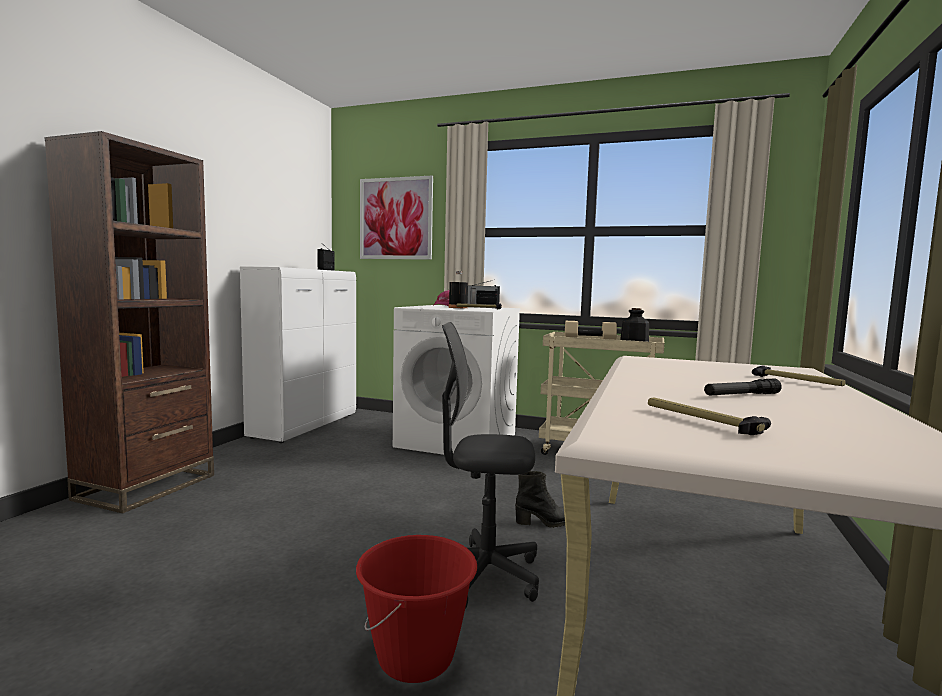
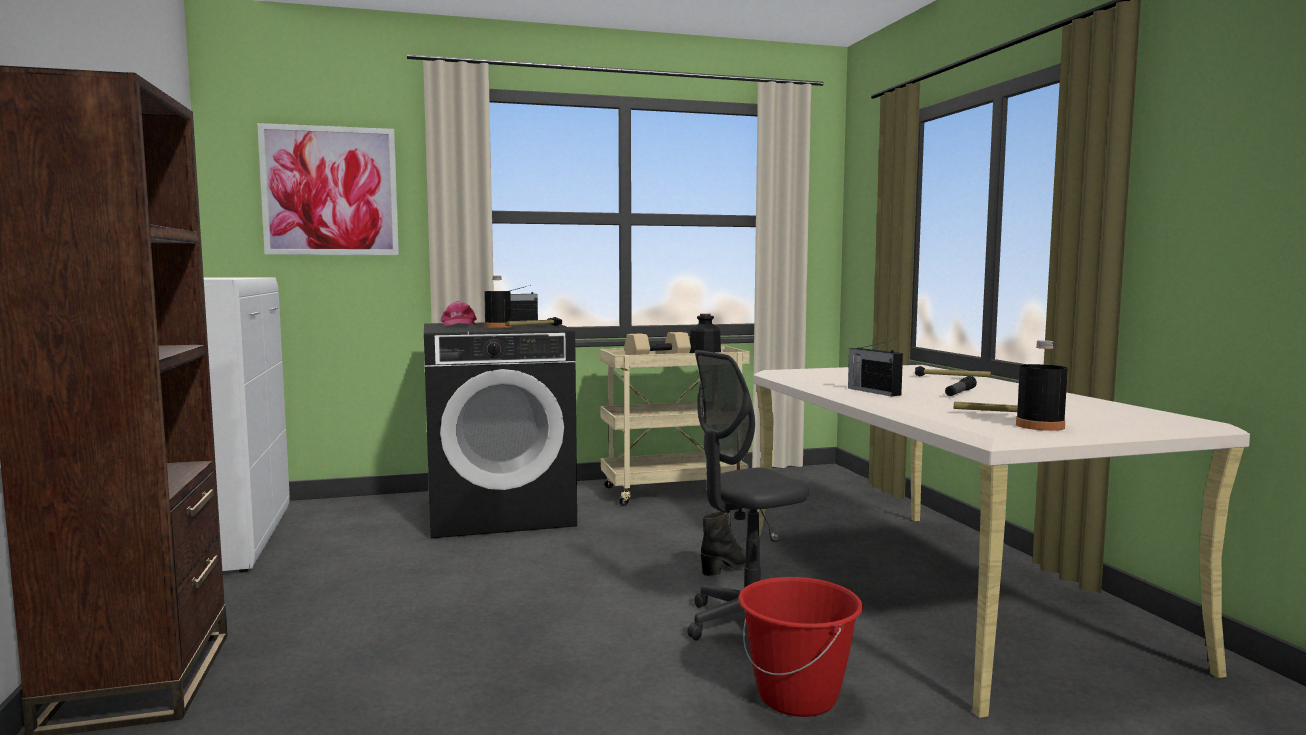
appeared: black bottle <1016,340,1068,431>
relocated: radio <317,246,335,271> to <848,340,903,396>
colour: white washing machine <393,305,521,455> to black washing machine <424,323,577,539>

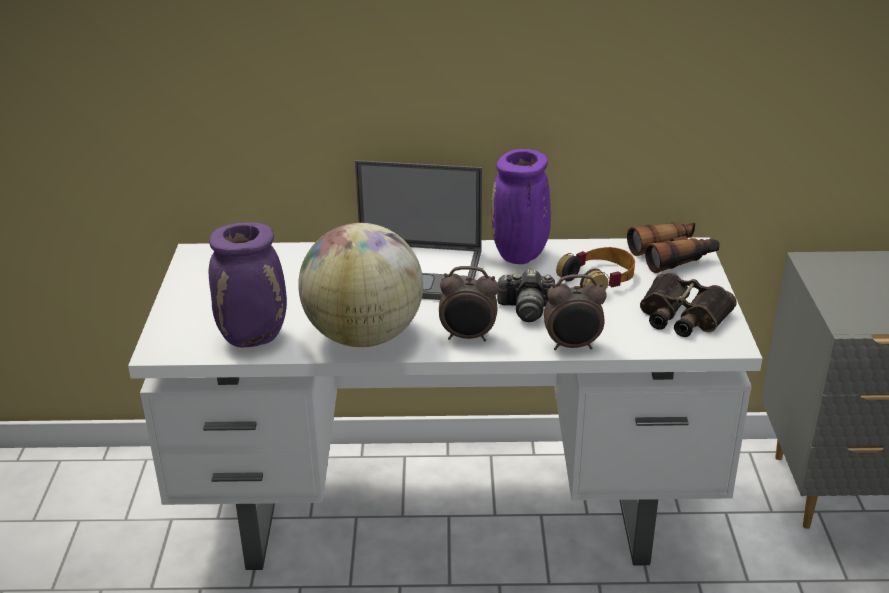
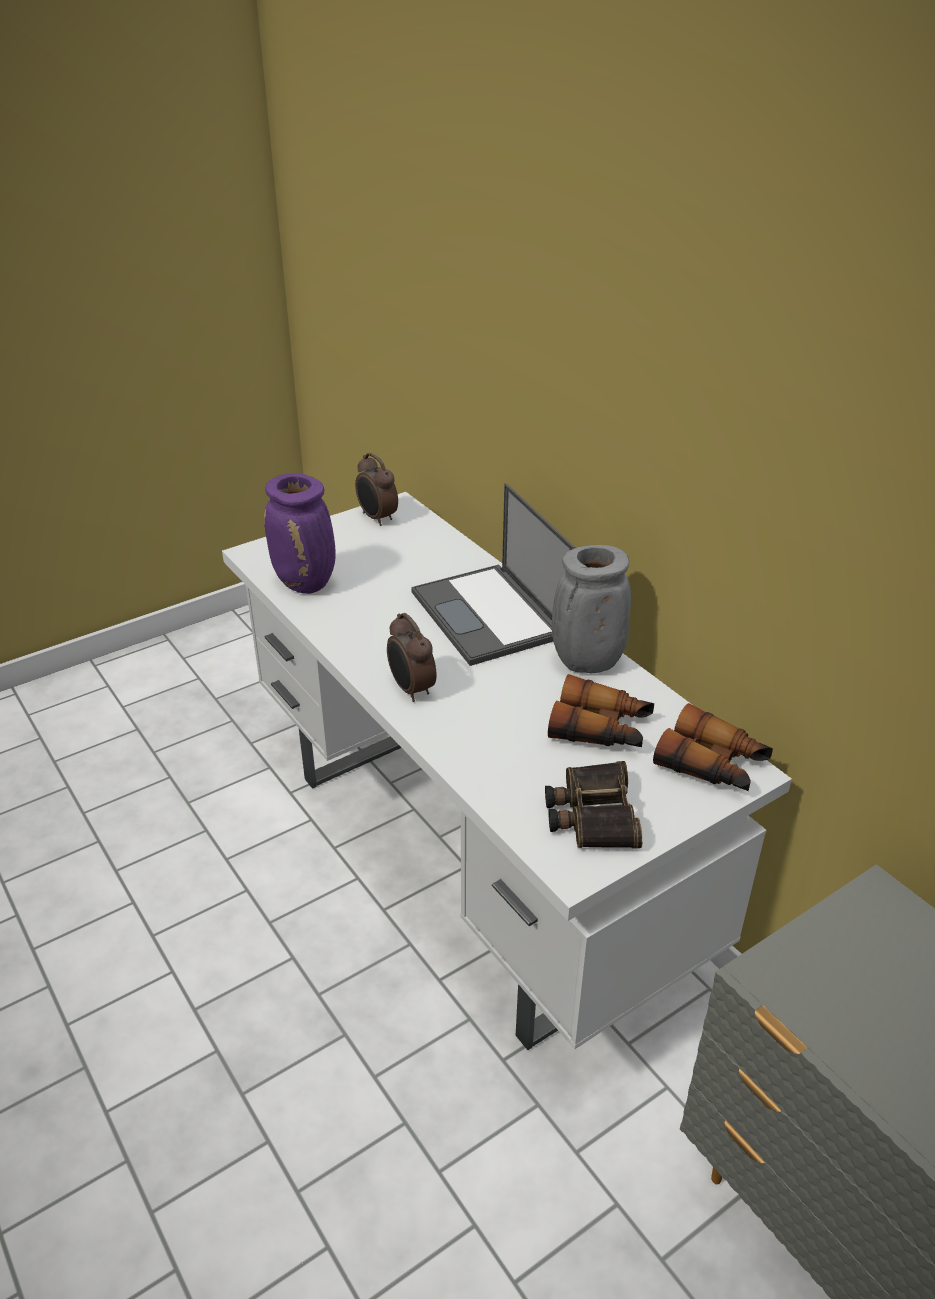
missing: globe <298,223,423,347>; photo camera <497,269,555,322>
relocated: alarm clock <544,274,607,350> to <355,453,398,526>
exchanged: headphones <556,247,635,290> to binoculars <548,674,654,747>
colour: purple vase <491,149,551,264> to grey vase <552,545,631,673>

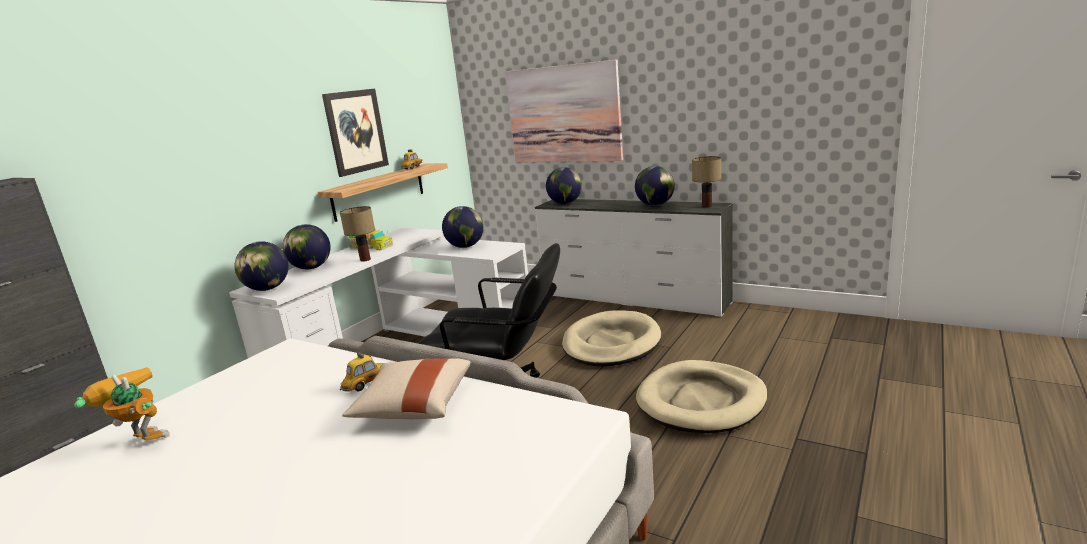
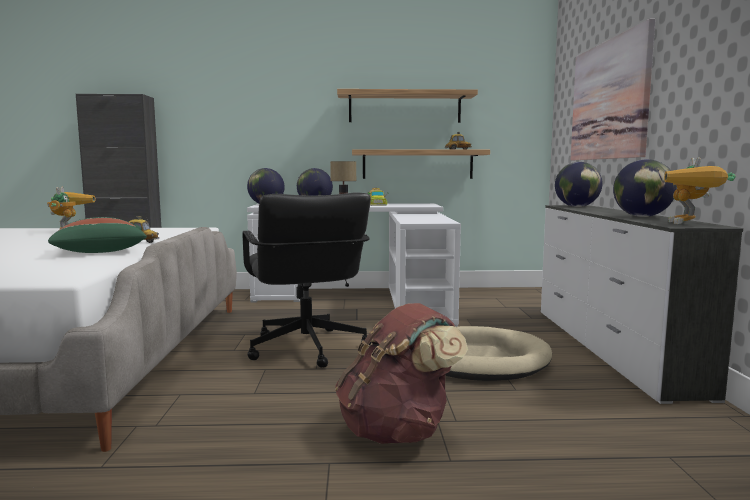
missing: globe <442,206,484,248>
exchanged: picture <322,89,389,177> to shelf <337,89,478,123>; beige dog bed <636,360,767,433> to brown backpack <335,303,468,444>; table lamp <692,156,721,208> to toy robot <664,157,736,224>
colour: beige pillow <342,358,471,419> to green pillow <48,217,147,253>

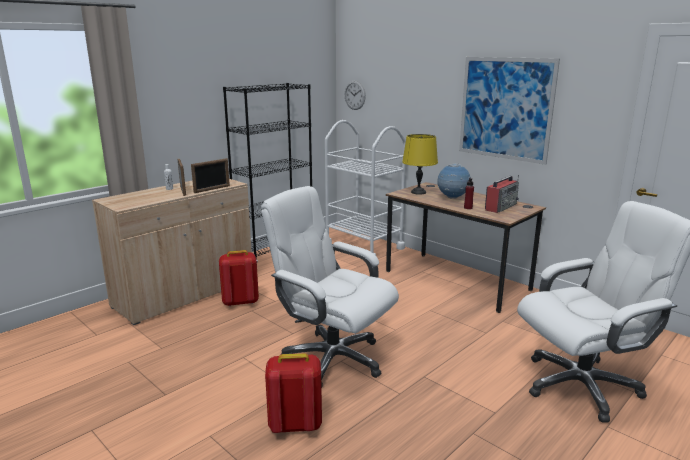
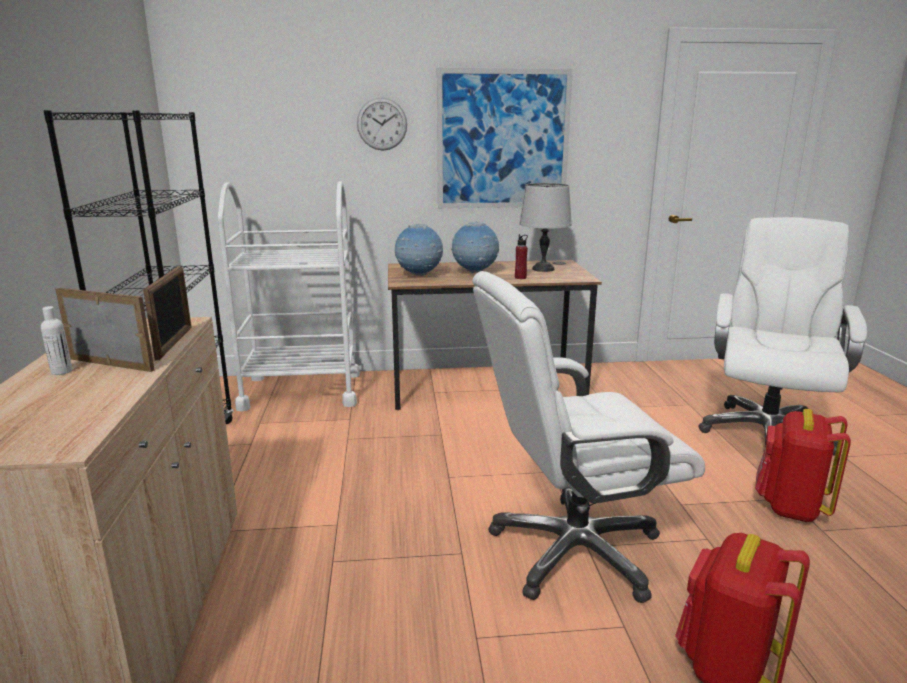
relocated: red backpack <219,250,259,306> to <755,409,851,522>; wall clock <345,81,366,110> to <357,98,407,150>
exchanged: yellow table lamp <402,134,438,195> to globe <395,224,443,276>; radio <485,175,519,213> to grey table lamp <519,183,572,272>

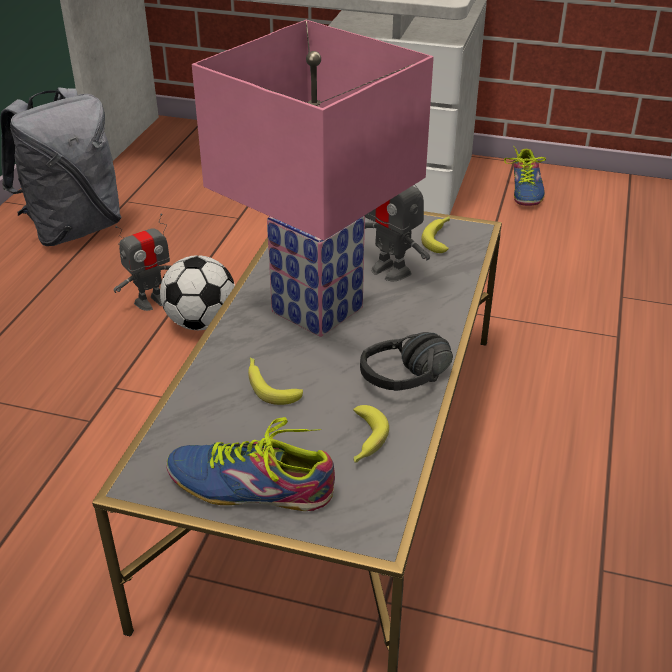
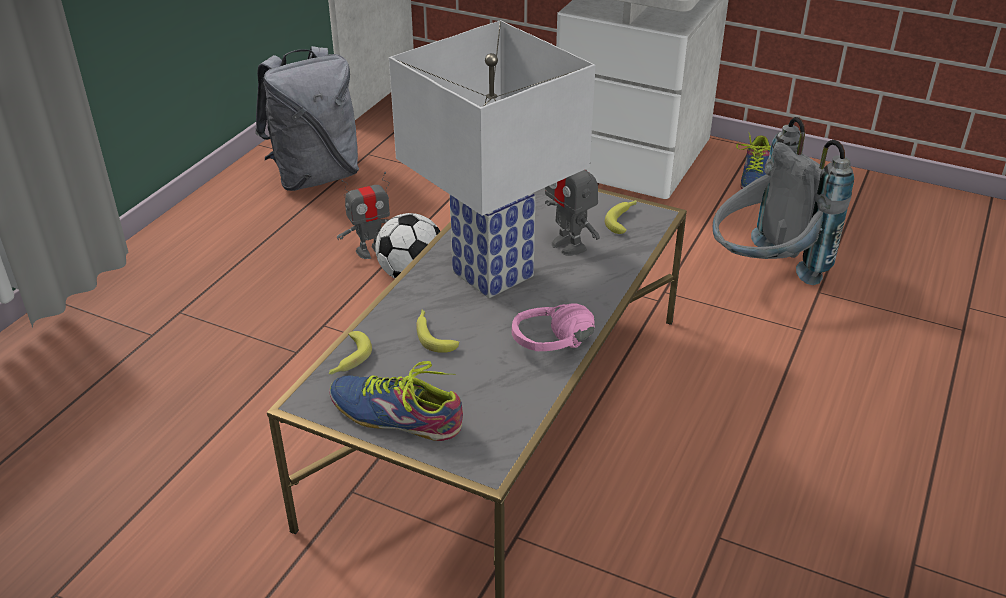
appeared: grey backpack <713,117,854,285>
relocated: banana <353,405,389,463> to <329,331,372,375>
colour: pink table lamp <192,20,434,337> to white table lamp <389,20,596,298>; black headphones <360,332,453,391> to pink headphones <512,303,595,351>

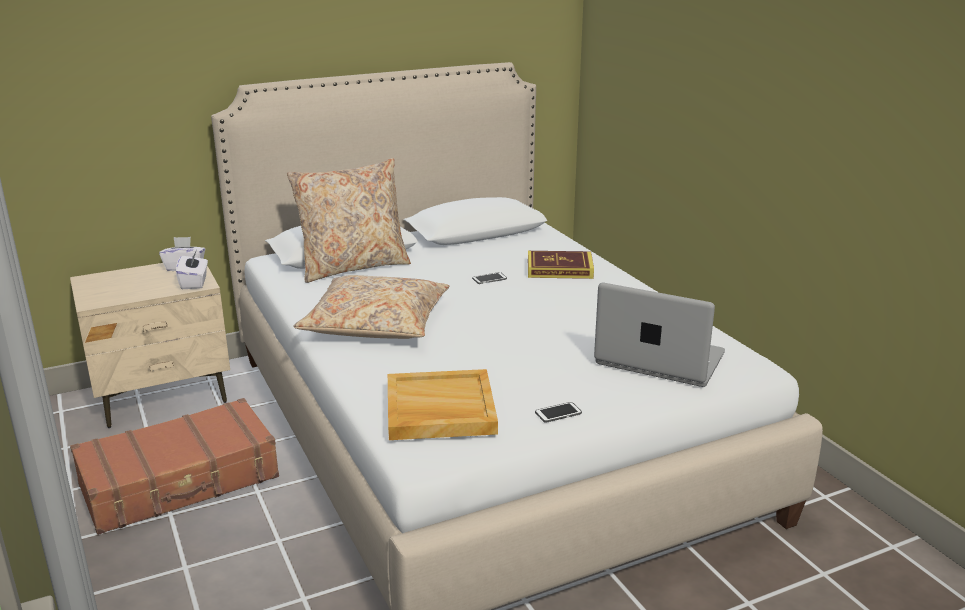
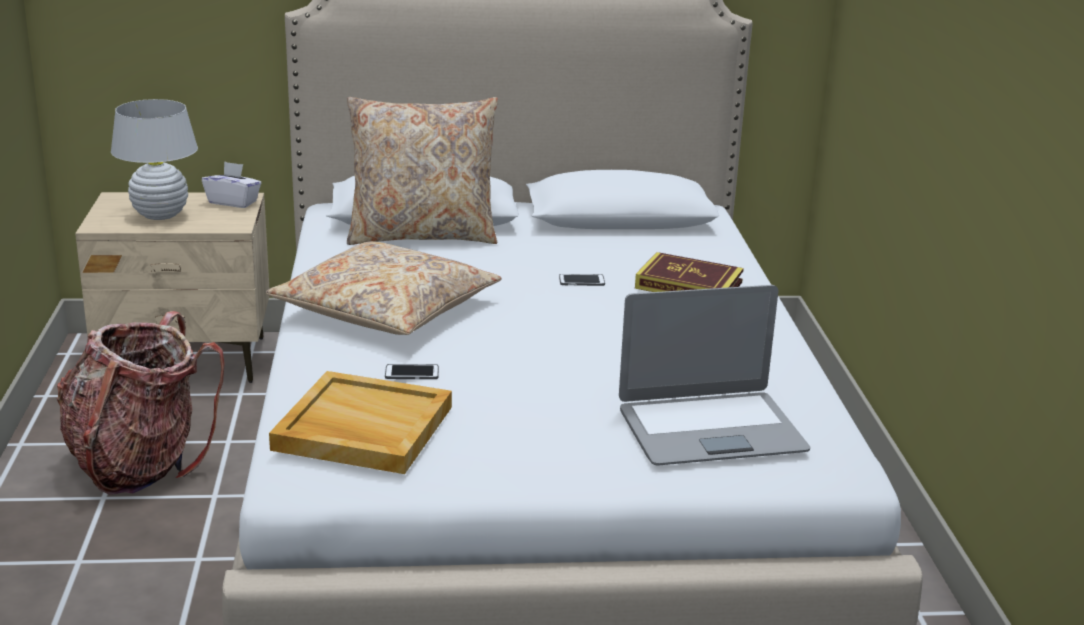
missing: white tissue box <176,251,208,289>
appeared: white table lamp <111,99,198,220>
relocated: phone <535,402,582,423> to <385,364,439,379>
exchanged: brown suitcase <70,398,279,535> to backpack <57,311,225,495>
spun: laptop <594,282,725,387> = <619,285,810,465> 120 degrees clockwise

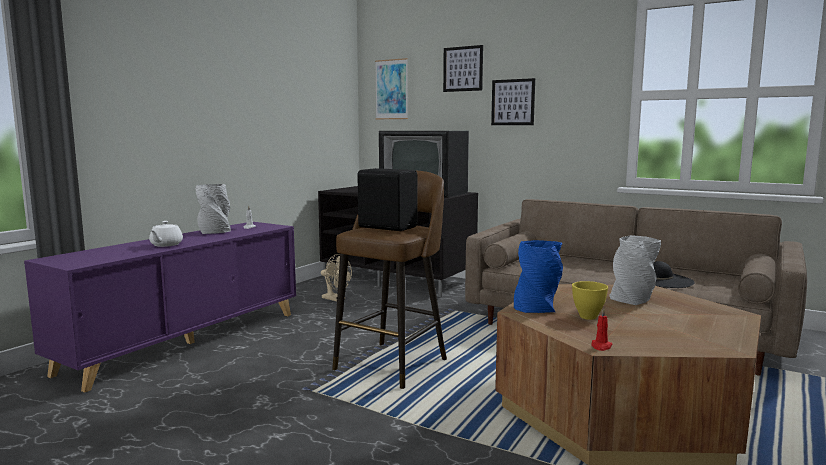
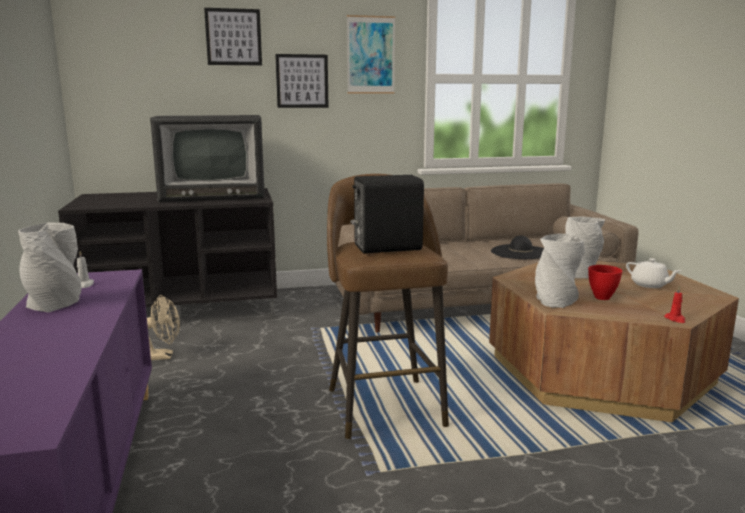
relocated: white teapot <149,221,183,247> to <626,258,681,288>; picture <375,58,408,119> to <347,15,395,94>
colour: blue vase <514,240,563,313> to grey vase <535,234,585,308>; yellow bowl <572,281,608,320> to red bowl <588,265,623,300>

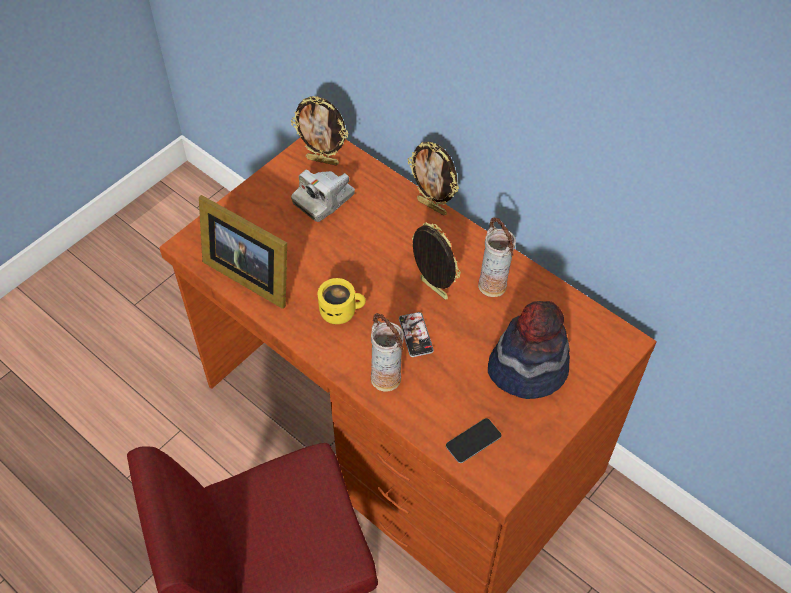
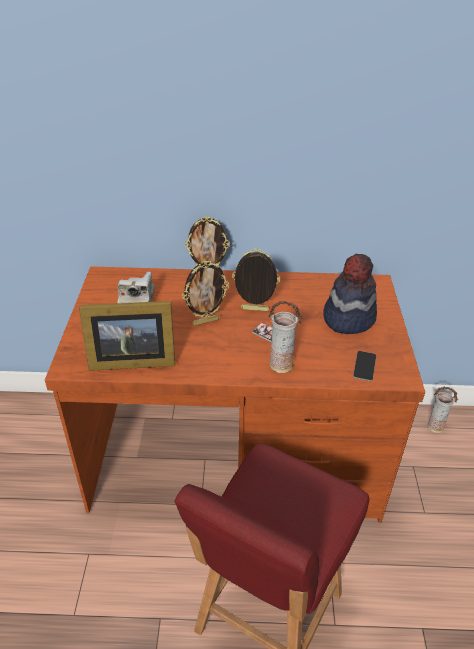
missing: yellow mug <318,278,366,324>
relocated: picture frame <291,96,349,166> to <182,261,229,326>; vase <478,217,516,297> to <427,386,458,433>

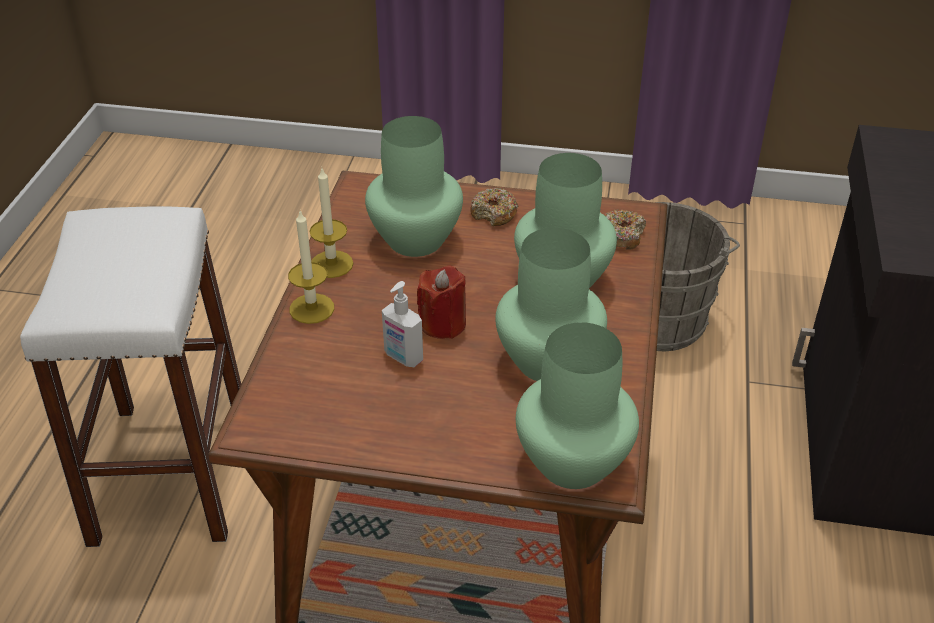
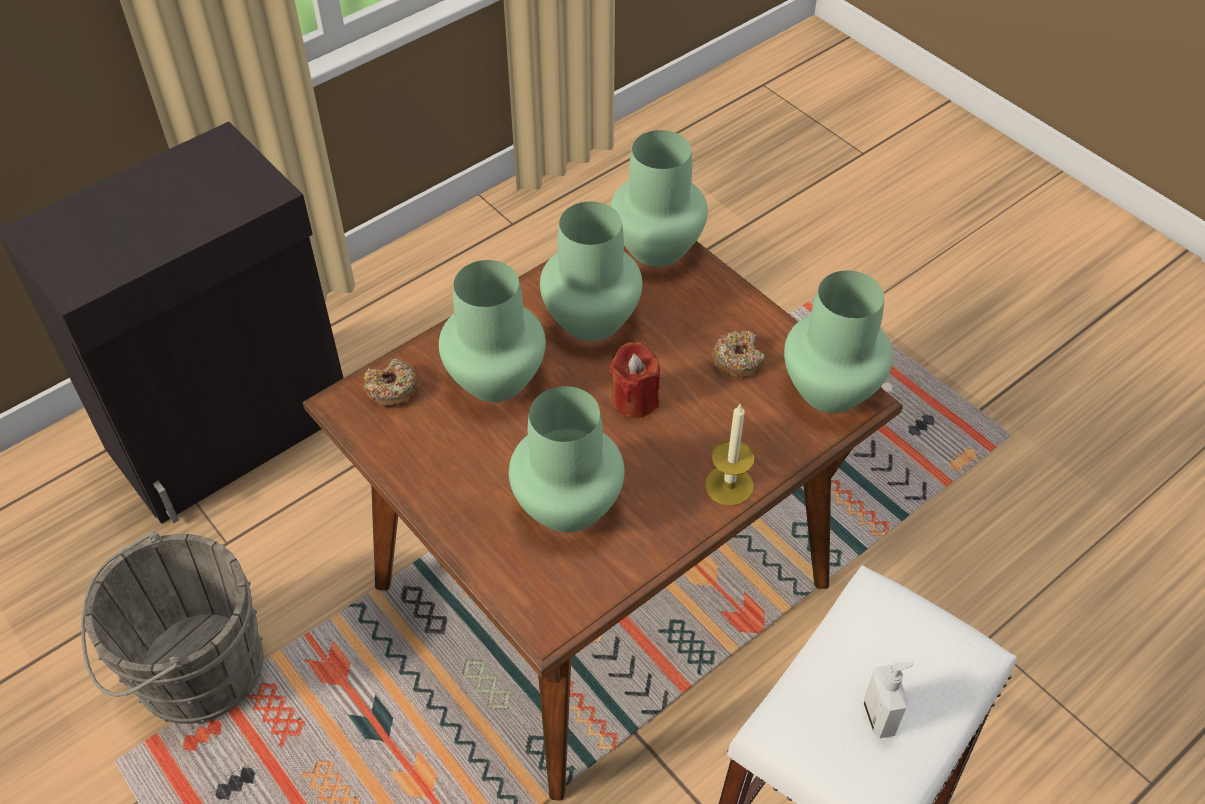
missing: candle <309,169,354,278>
appeared: green vase <784,271,893,413>
relocated: soap dispenser <382,281,423,367> to <863,662,914,738>; donut <471,188,519,226> to <712,331,765,378>

